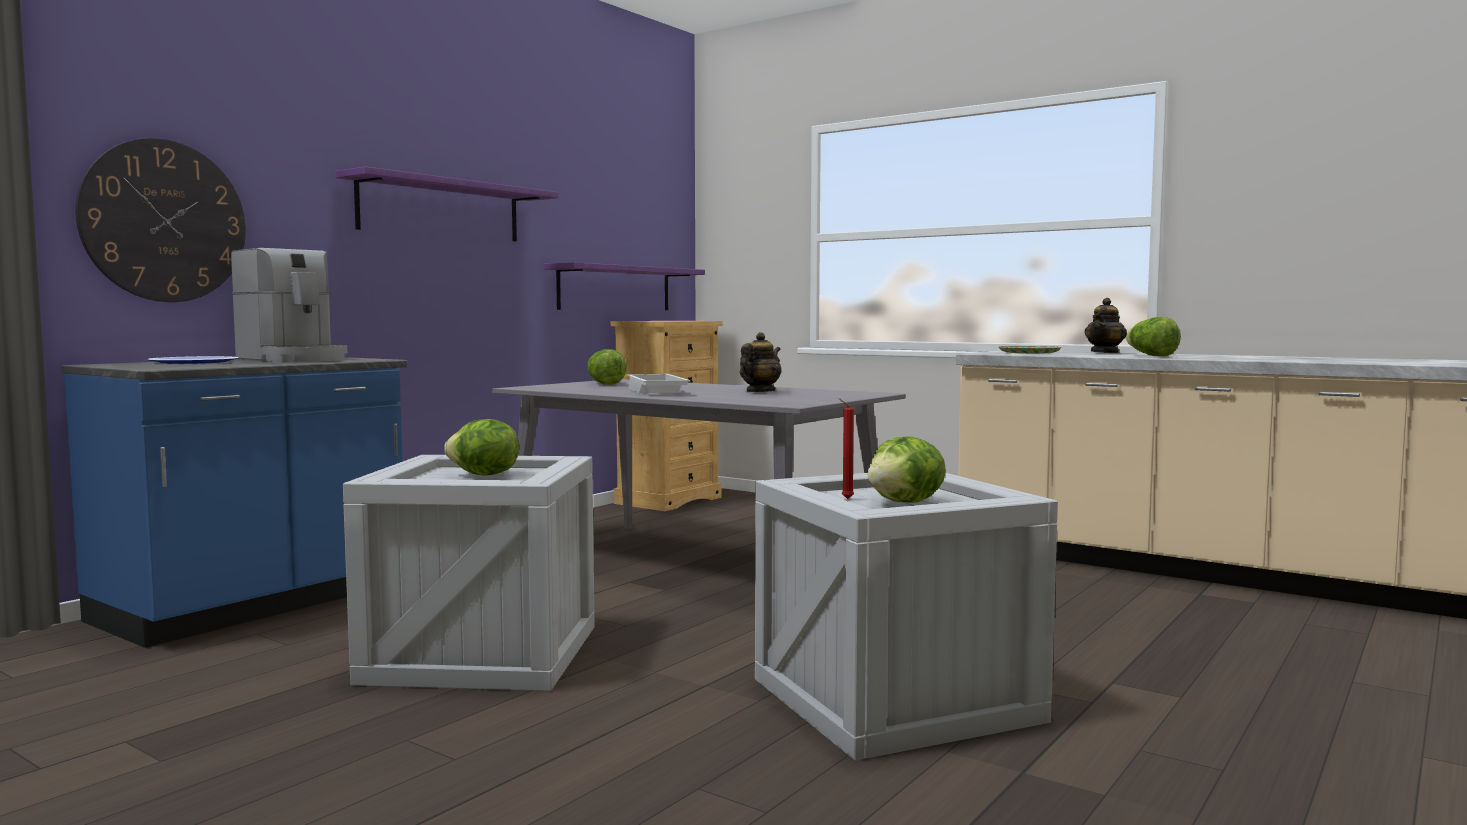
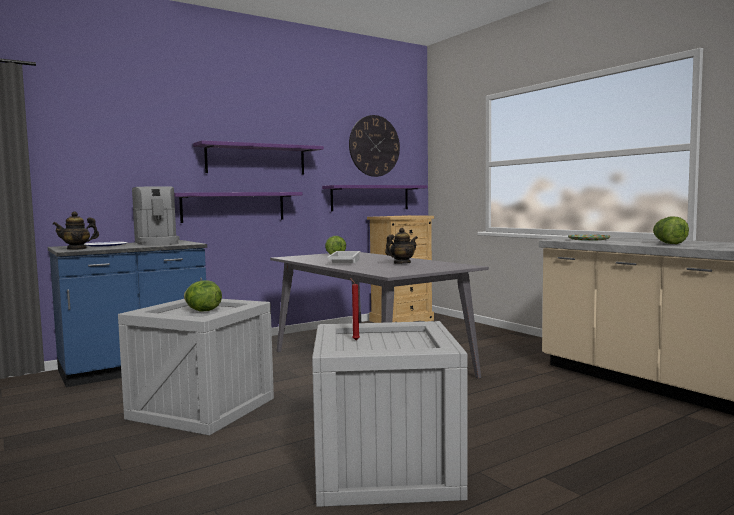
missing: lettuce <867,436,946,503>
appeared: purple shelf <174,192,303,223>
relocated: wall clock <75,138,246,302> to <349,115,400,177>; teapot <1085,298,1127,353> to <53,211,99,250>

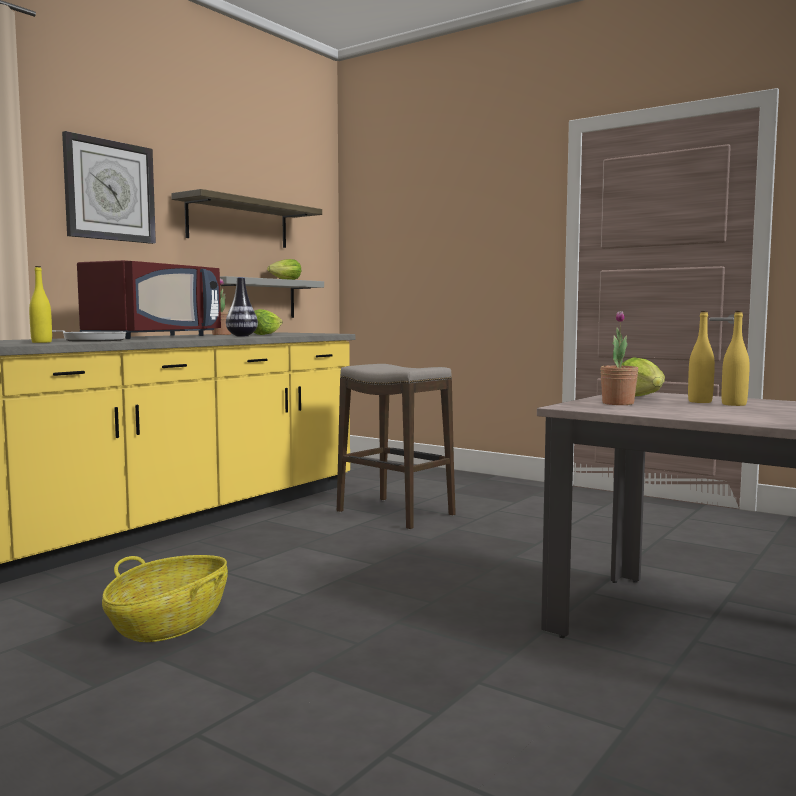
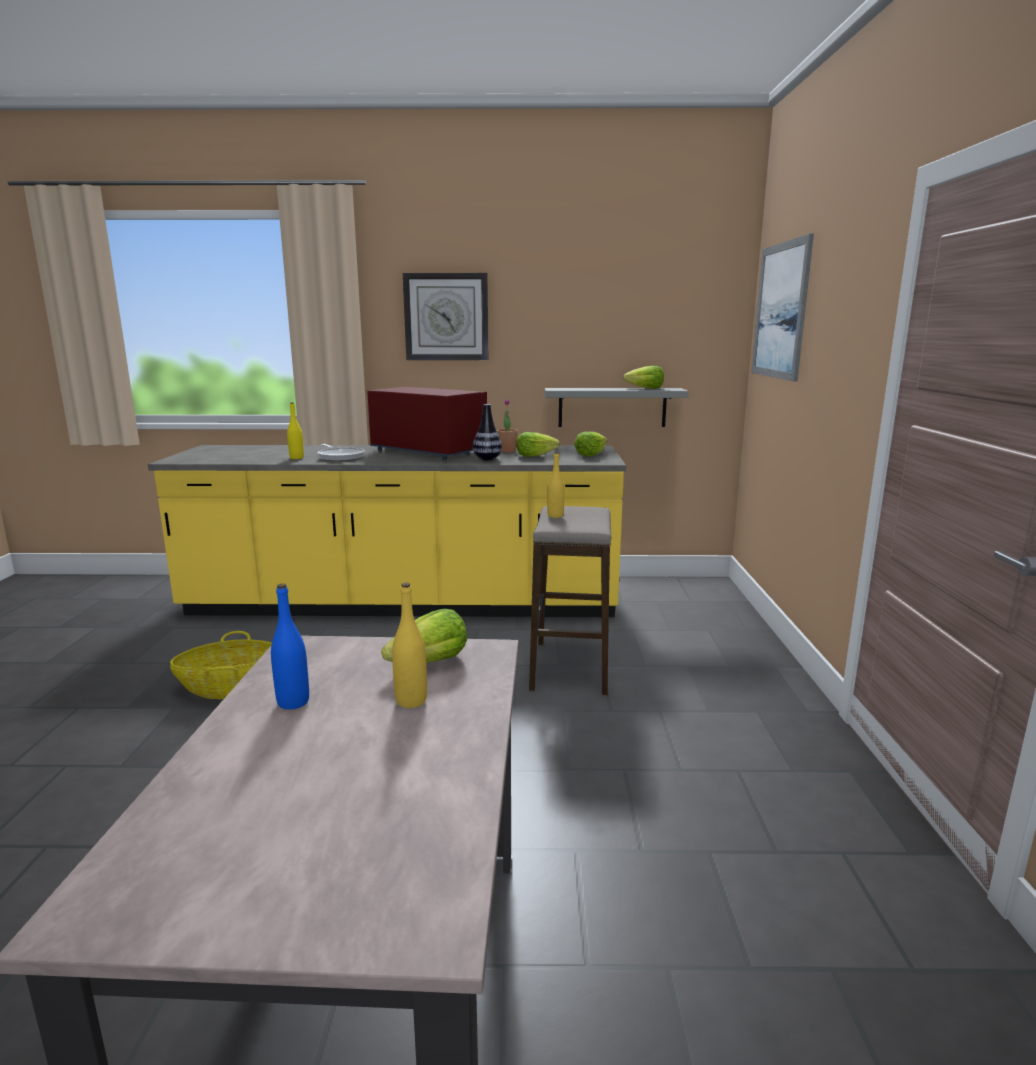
missing: shelf <171,189,322,248>; potted plant <600,311,638,405>
appeared: blue bottle <271,583,309,709>; lettuce <574,432,607,457>; picture <751,234,814,381>
relocated: yellow bottle <722,311,750,406> to <547,452,564,518>
spun: red microwave <77,260,221,339> = <367,387,487,460> 135 degrees counterclockwise

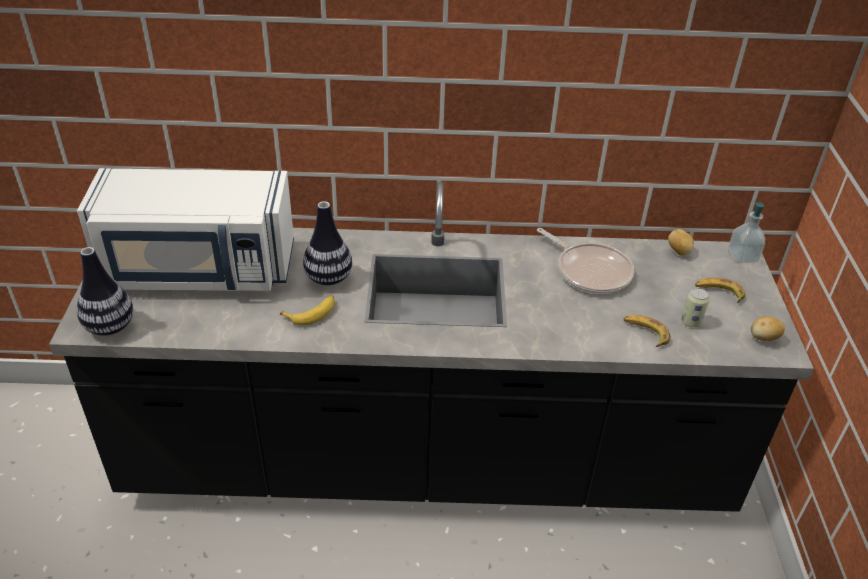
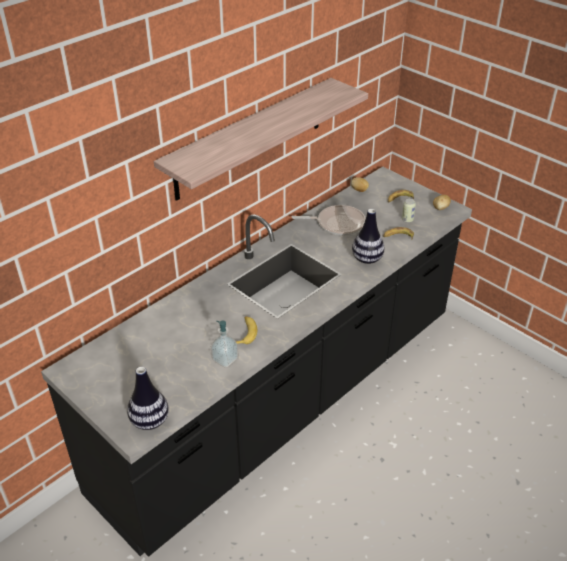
missing: white microwave <77,168,294,291>
appeared: shelf <154,78,368,201>
relocated: vase <303,201,352,285> to <352,209,384,264>; soap dispenser <728,201,765,263> to <211,320,239,368>

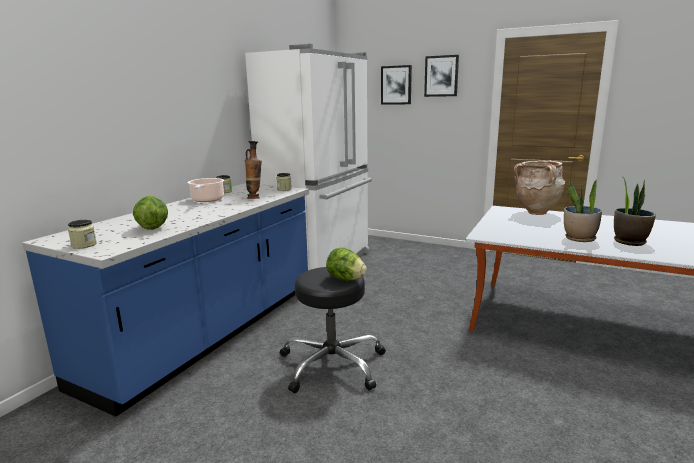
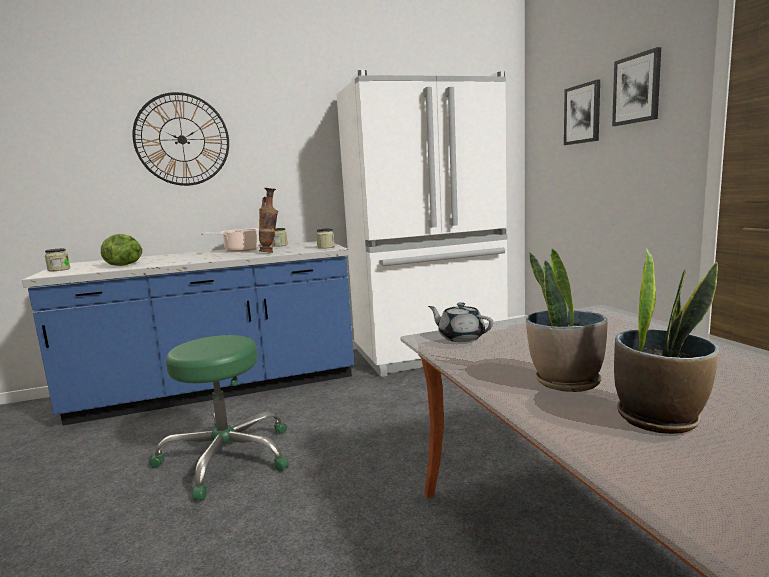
missing: lettuce <326,248,367,281>; beige vase <514,160,565,215>
appeared: wall clock <133,92,229,186>; grey teapot <428,302,493,342>
colour: black stool <280,267,386,393> to green stool <149,335,289,501>

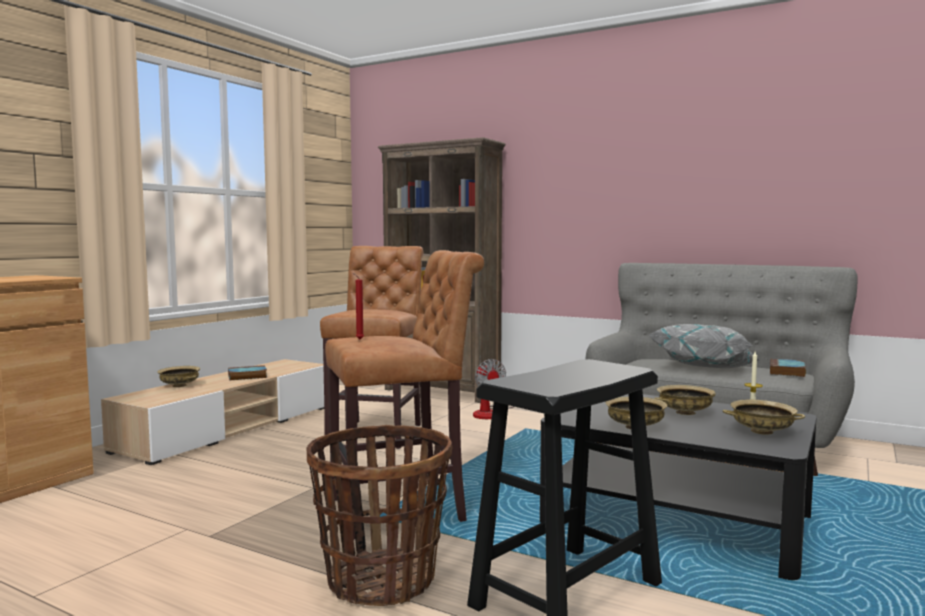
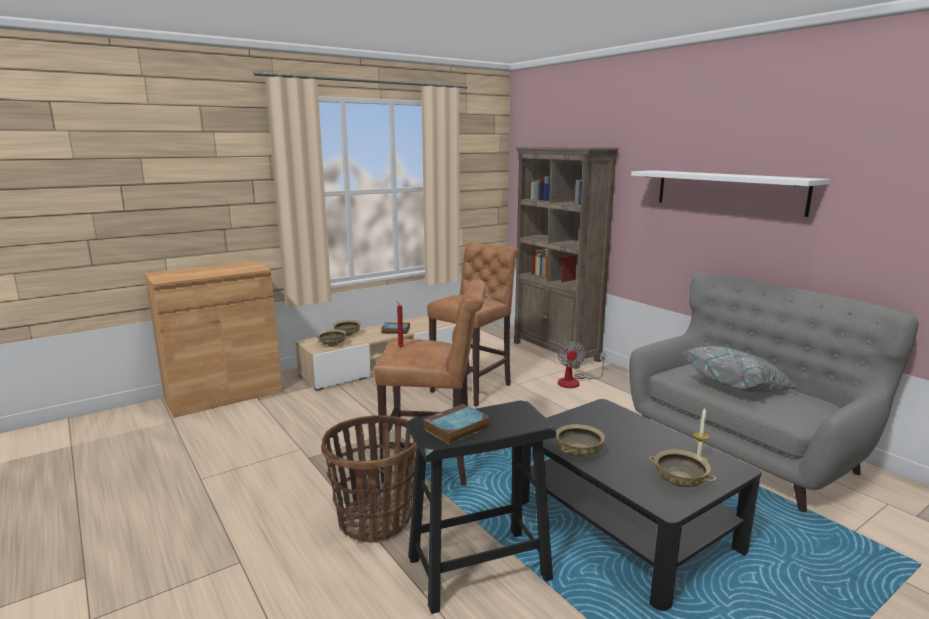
appeared: white shelf <631,170,830,217>
relocated: beige bowl <654,385,716,415> to <315,329,350,346>; book <770,359,806,377> to <423,404,490,444>

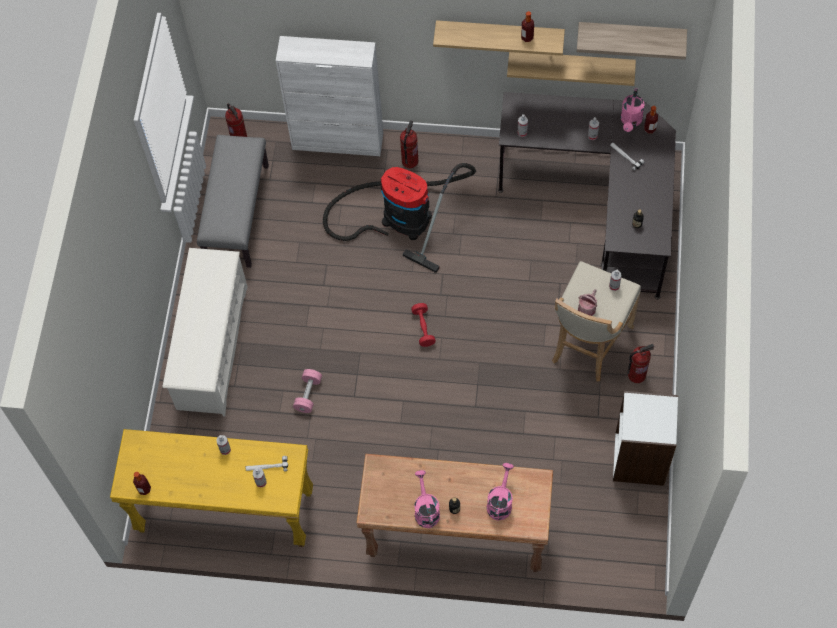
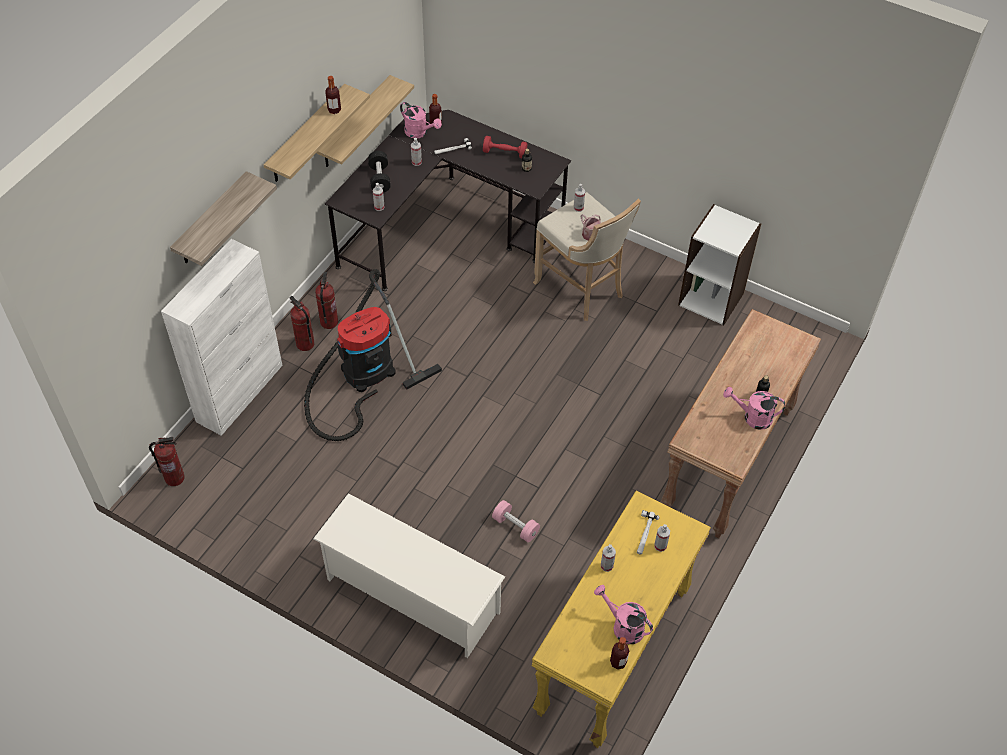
missing: grey bench <197,135,269,268>
appeared: black dumbbell <368,151,391,193>
relocated: red dumbbell <411,303,436,347> to <483,136,527,158>; pink watering can <487,463,514,520> to <594,585,653,644>; shelf <577,22,687,60> to <170,171,277,266>; fire extinguisher <627,344,654,383> to <315,272,338,329>

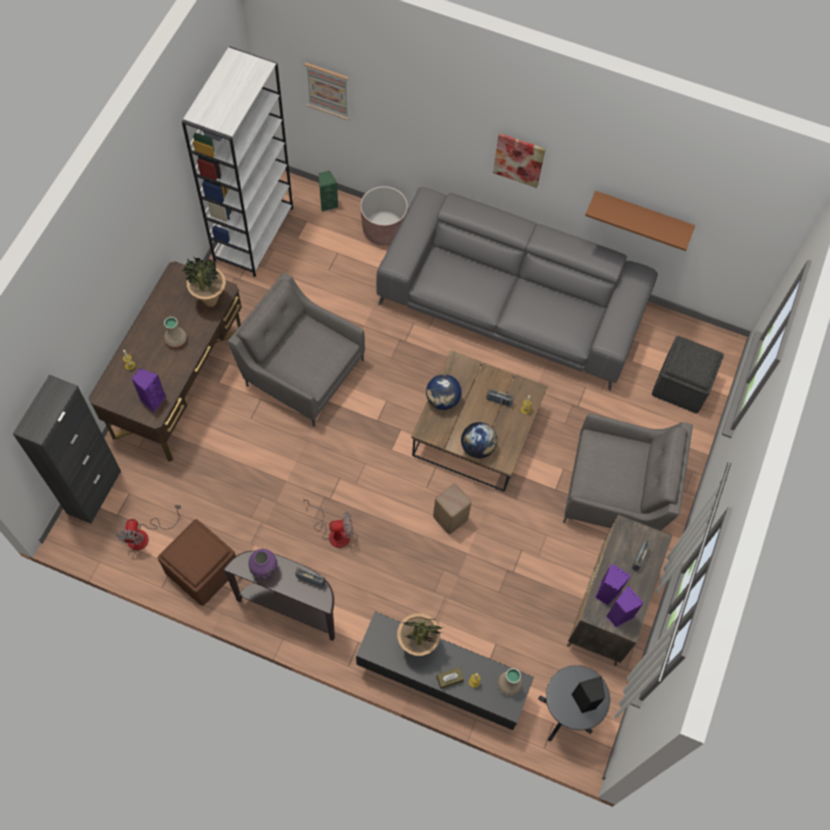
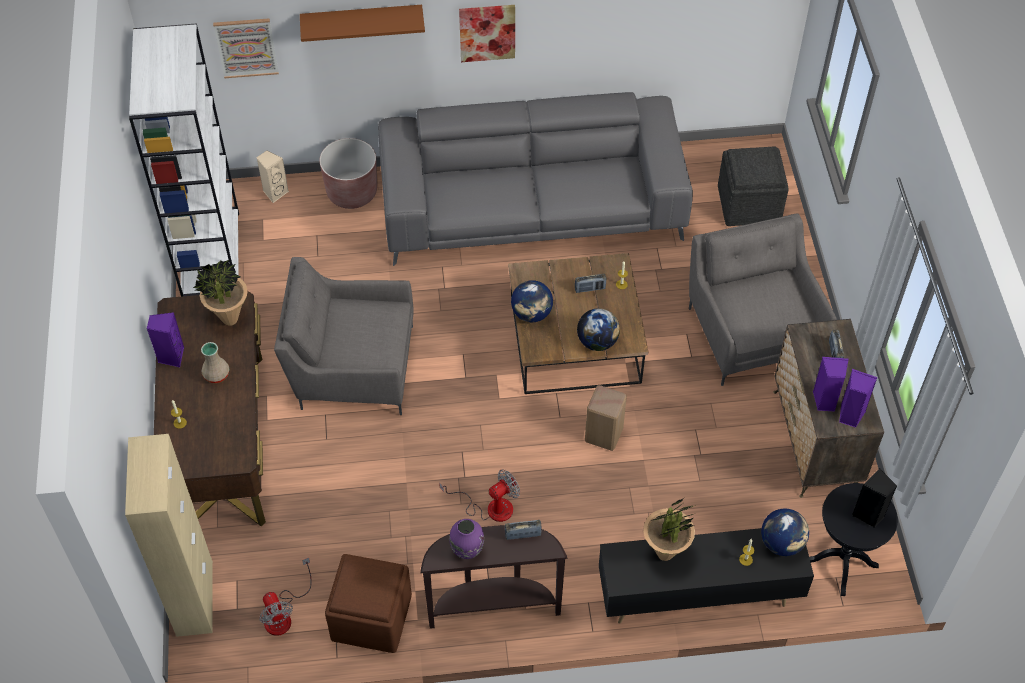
missing: brown tissue box <437,667,464,689>
relocated: purple speaker <131,368,166,413> to <147,312,184,367>; brown shelf <585,191,695,251> to <300,5,425,42>
exchanged: beige vase <498,668,522,696> to globe <761,508,809,556>
colour: black cabinet <13,375,121,524> to beige cabinet <125,434,213,637>; green speaker <319,171,339,212> to beige speaker <256,150,289,203>
spun: grey armchair <563,413,693,531> = <689,214,836,386> 90 degrees counterclockwise

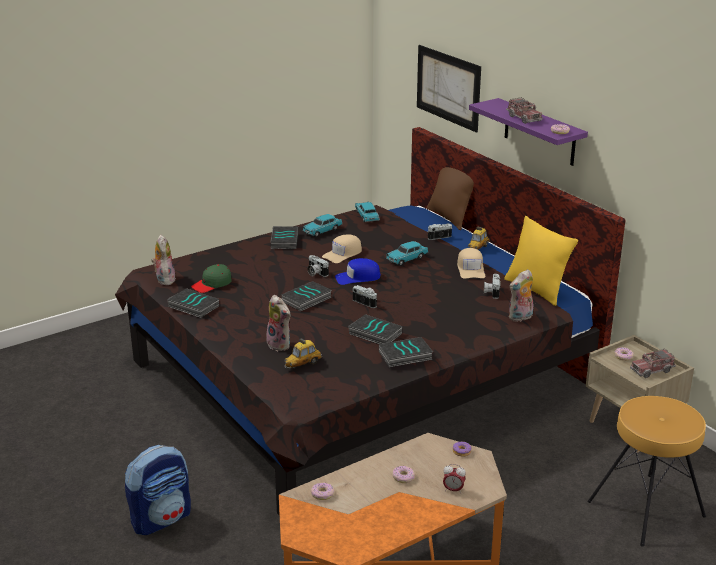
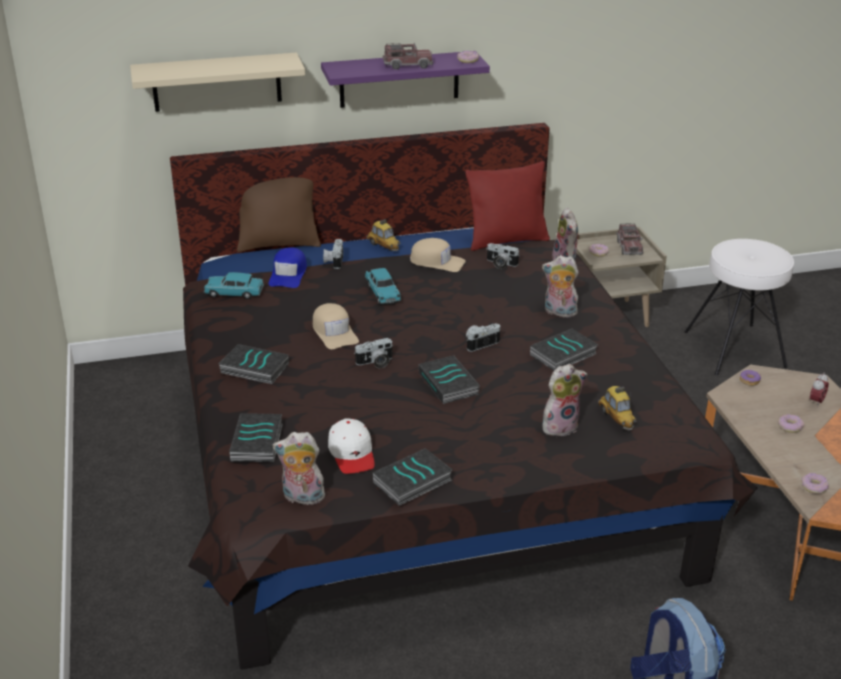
missing: turquoise toy car <302,214,342,237>
appeared: plush toy <542,255,579,317>
relocated: blue cap <335,258,381,285> to <268,247,307,288>; book <379,337,433,367> to <229,413,283,462>
exchanged: picture <417,45,481,133> to beige shelf <130,53,305,112>
colour: green cap <191,264,232,293> to white cap <328,418,375,474>; yellow pillow <504,216,578,306> to red pillow <465,161,550,251>; brown stool <587,396,706,547> to white stool <685,239,794,375>

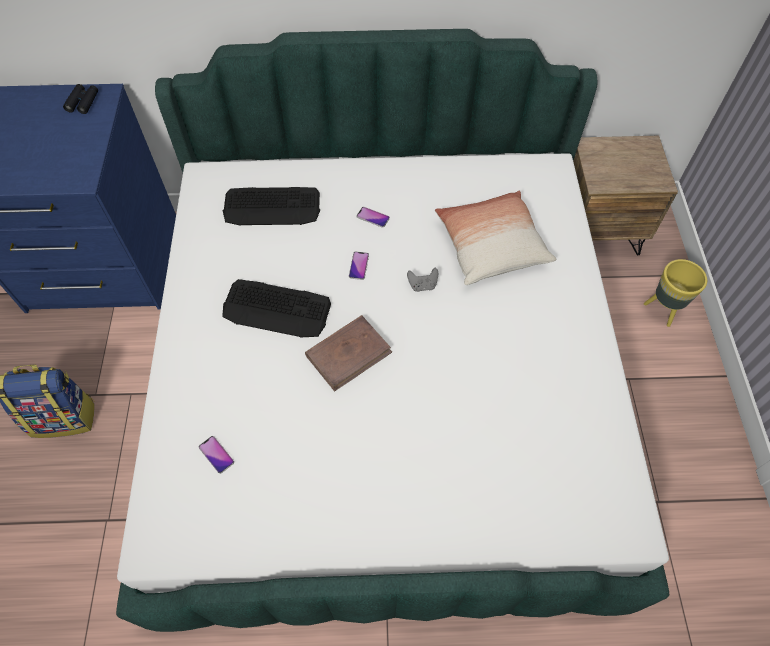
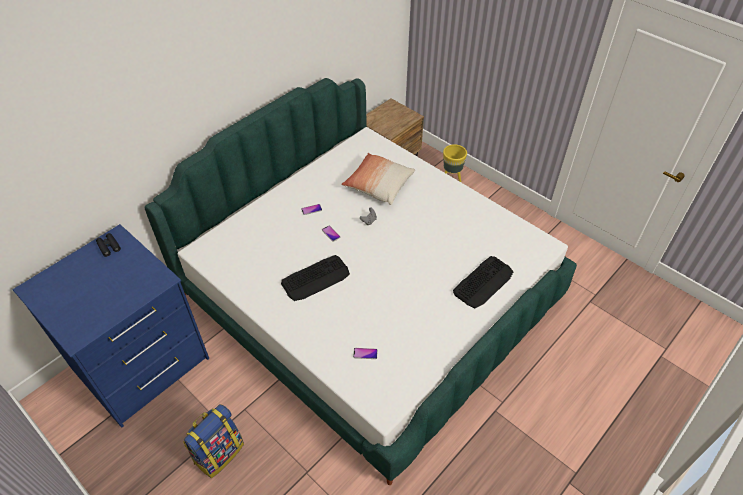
missing: brown book <305,315,392,391>
relocated: keyboard <223,187,320,226> to <453,256,514,308>

